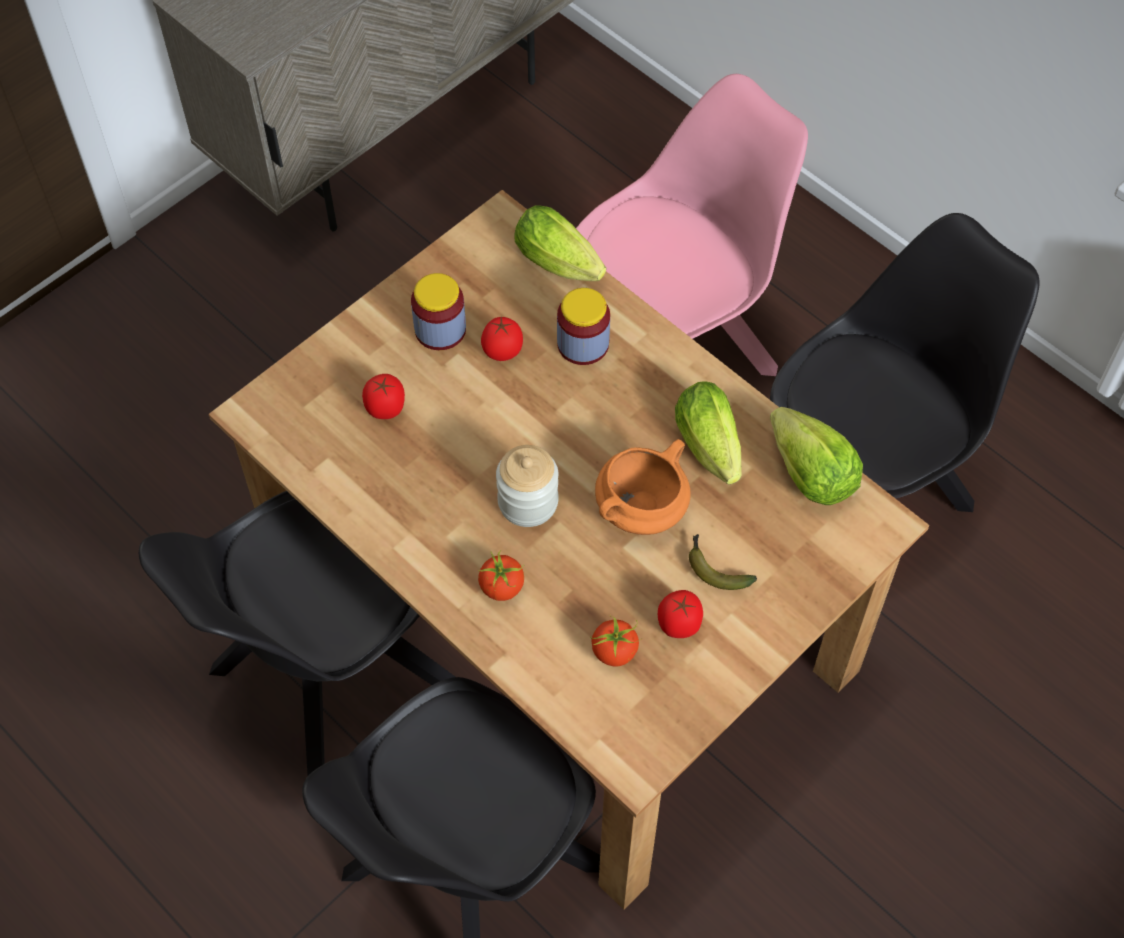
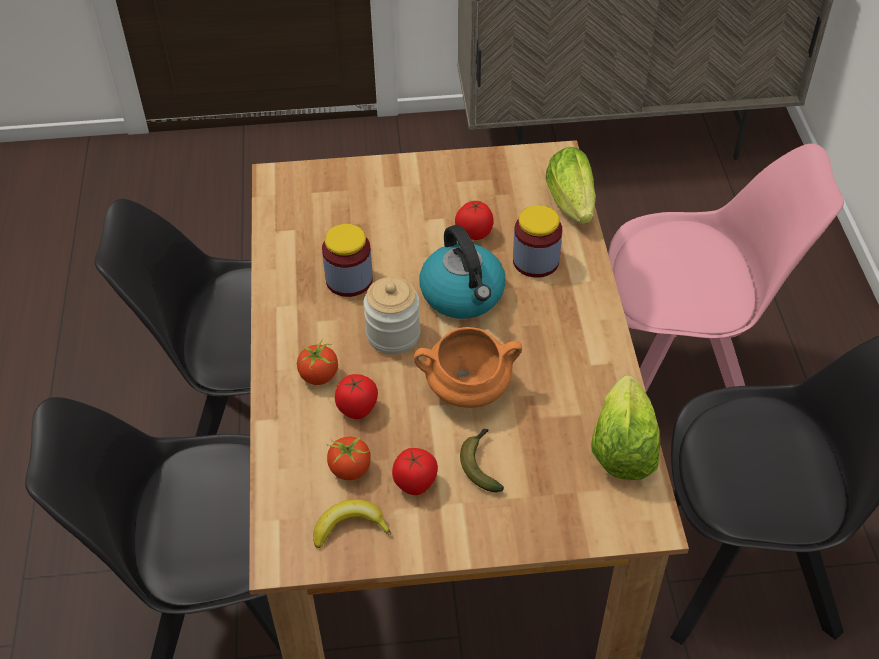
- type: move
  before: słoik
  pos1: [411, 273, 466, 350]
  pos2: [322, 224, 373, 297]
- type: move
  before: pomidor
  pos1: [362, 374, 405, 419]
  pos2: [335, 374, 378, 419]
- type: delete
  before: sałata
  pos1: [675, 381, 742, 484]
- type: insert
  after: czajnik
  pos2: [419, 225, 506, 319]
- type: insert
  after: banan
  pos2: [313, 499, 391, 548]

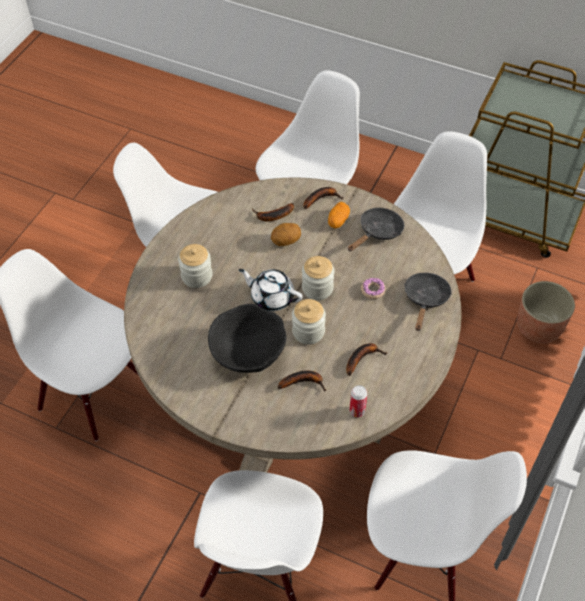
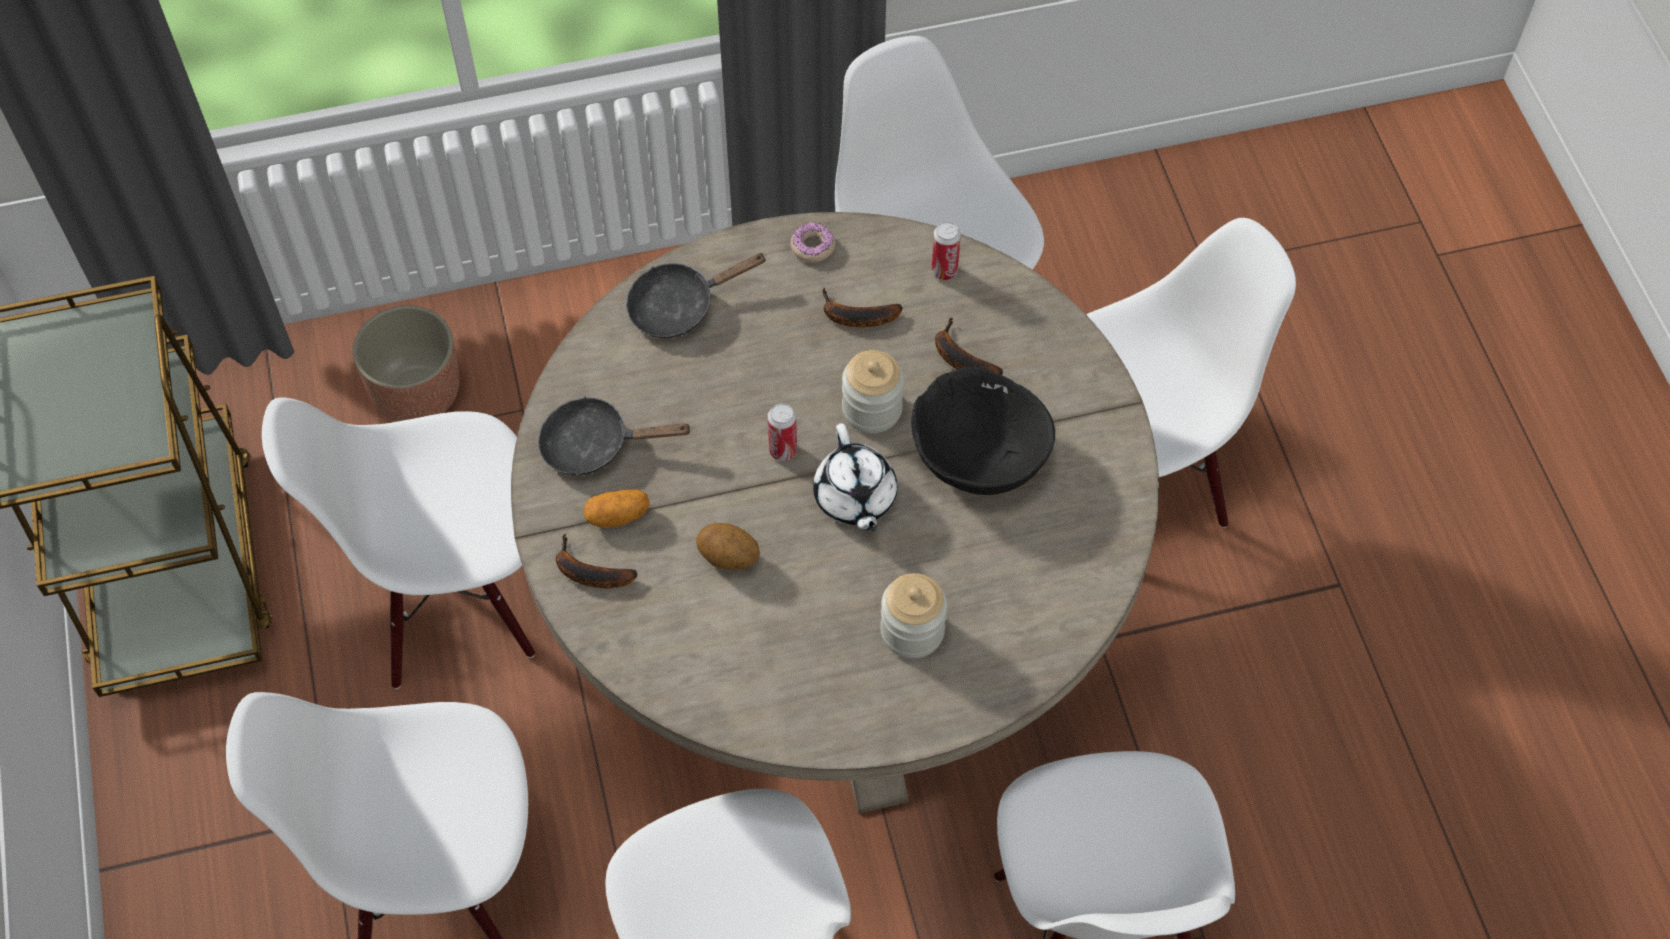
- type: delete
  before: banan
  pos1: [252, 203, 294, 221]
- type: replace
  before: słoik
  after: puszka
  pos1: [302, 256, 334, 300]
  pos2: [768, 403, 797, 461]
- type: move
  before: donut
  pos1: [361, 278, 386, 299]
  pos2: [791, 222, 835, 262]

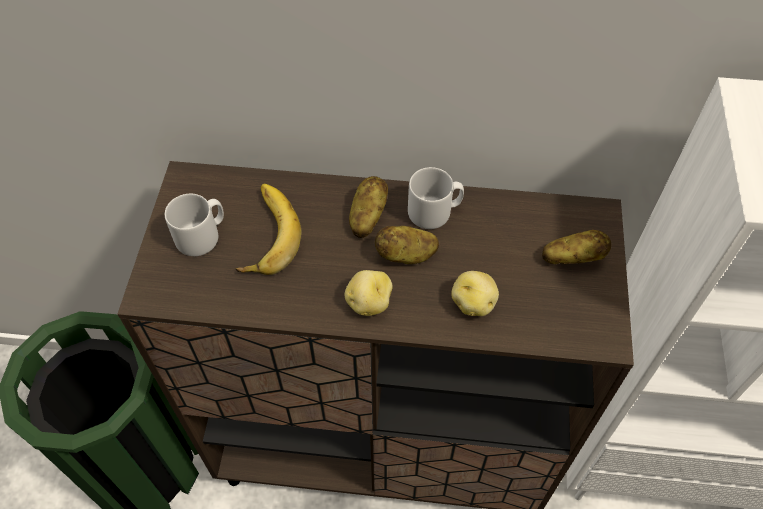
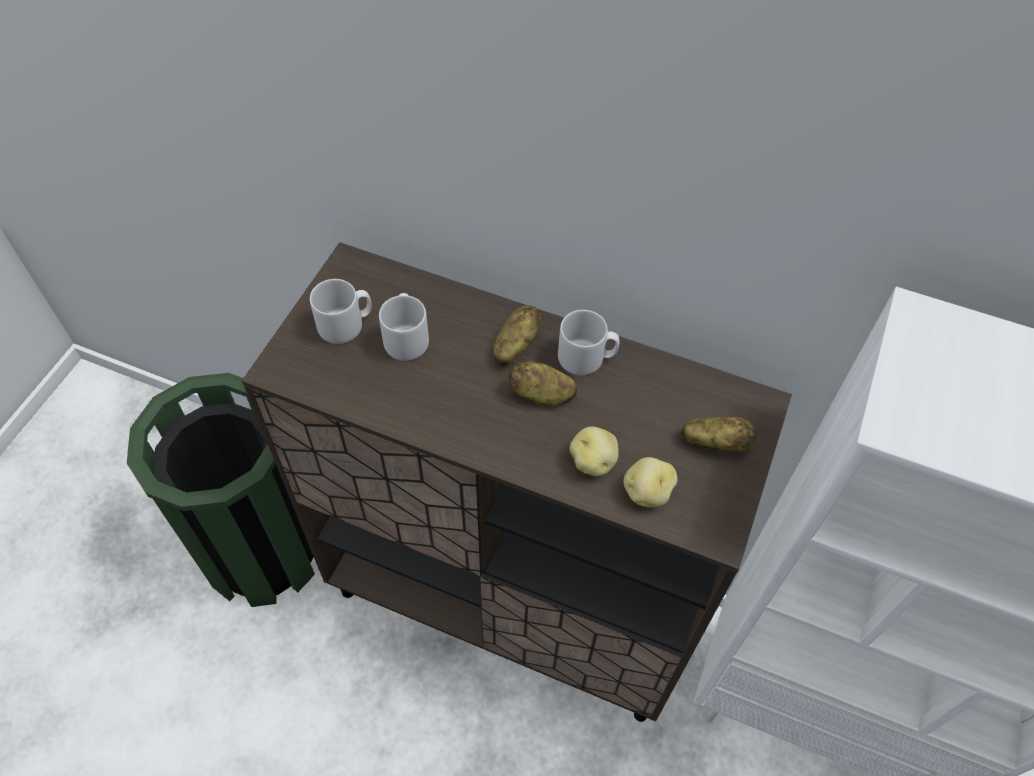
- type: replace
  before: banan
  after: kubek [szary]
  pos1: [235, 184, 302, 275]
  pos2: [379, 293, 429, 361]
- type: move
  before: ziemniak
  pos1: [345, 270, 392, 316]
  pos2: [624, 457, 677, 507]

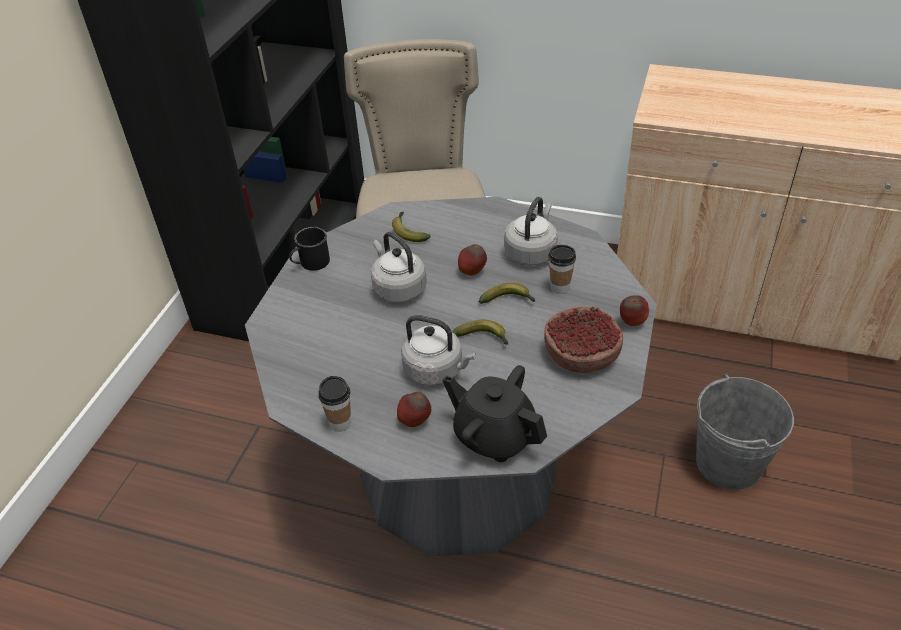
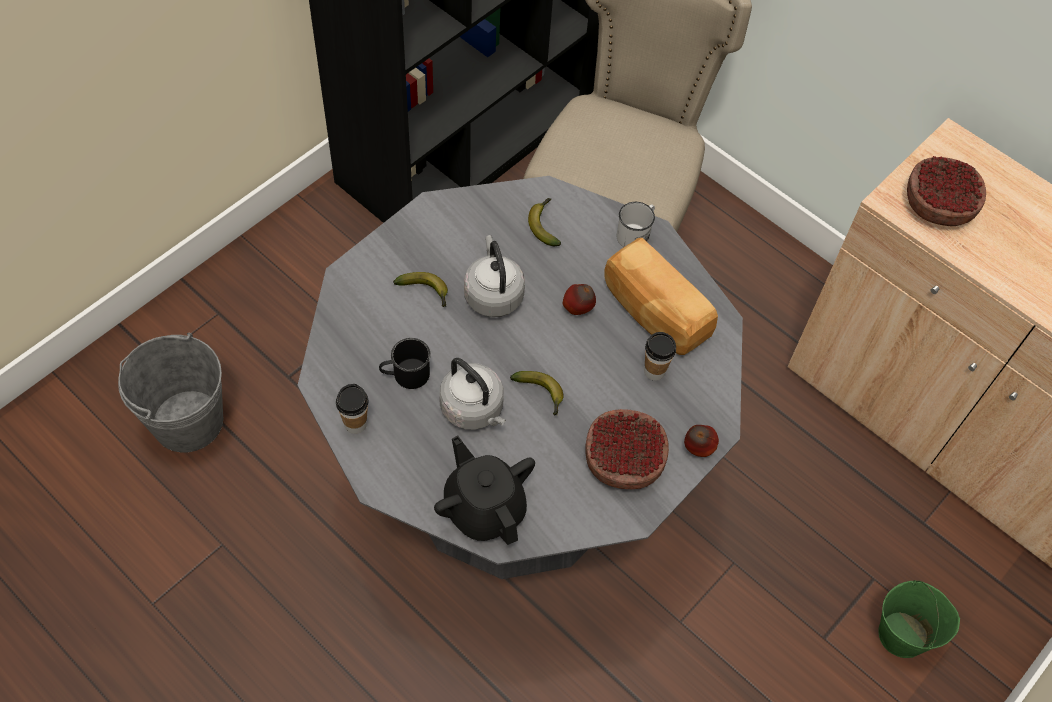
- type: replace
  before: czajnik [szary]
  after: chleb
  pos1: [504, 197, 558, 266]
  pos2: [604, 238, 718, 355]
- type: move
  before: kubek [czarny]
  pos1: [289, 227, 330, 271]
  pos2: [379, 338, 431, 389]
- type: move
  before: banan
  pos1: [479, 283, 535, 304]
  pos2: [393, 272, 448, 307]
- type: move
  before: wiadro [szary]
  pos1: [696, 374, 794, 490]
  pos2: [118, 333, 223, 452]
- type: delete
  before: jabłko
  pos1: [397, 392, 431, 427]
- type: insert
  after: miska
  pos2: [907, 156, 986, 226]
- type: insert
  after: kubek [biały]
  pos2: [617, 202, 655, 247]
- type: insert
  after: wiadro [zielony]
  pos2: [878, 580, 960, 658]

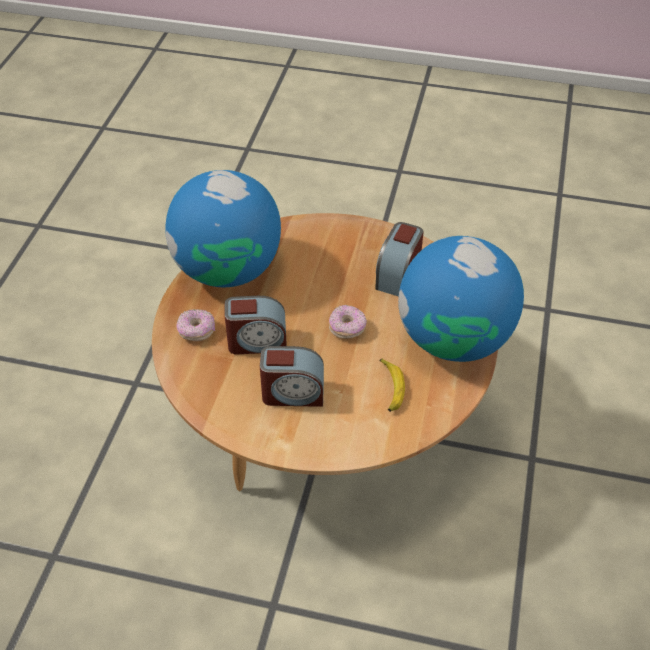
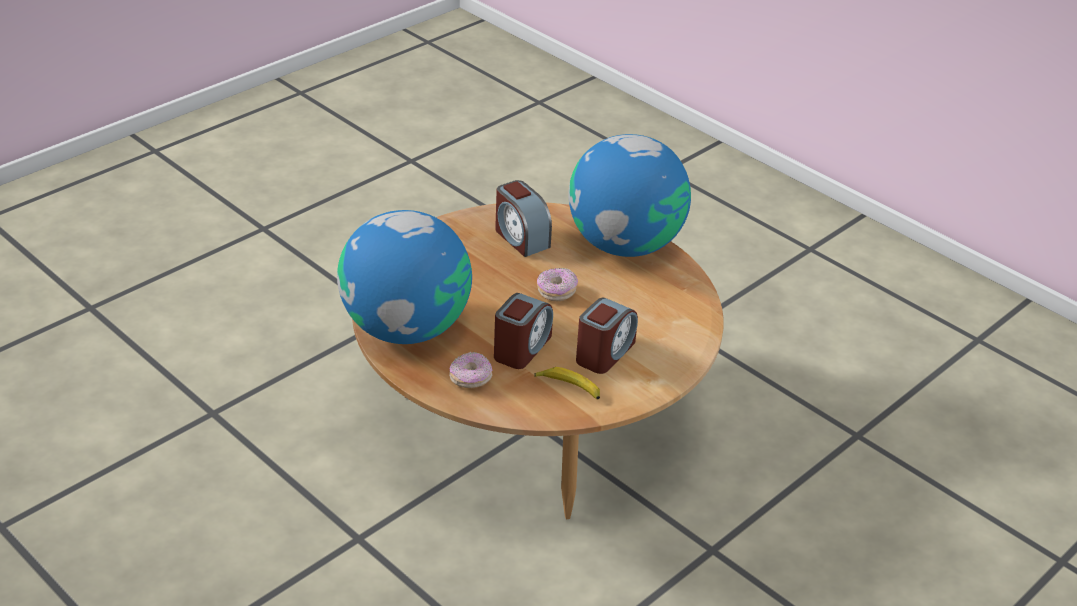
- type: move
  before: banan
  pos1: [380, 359, 405, 412]
  pos2: [534, 367, 600, 400]

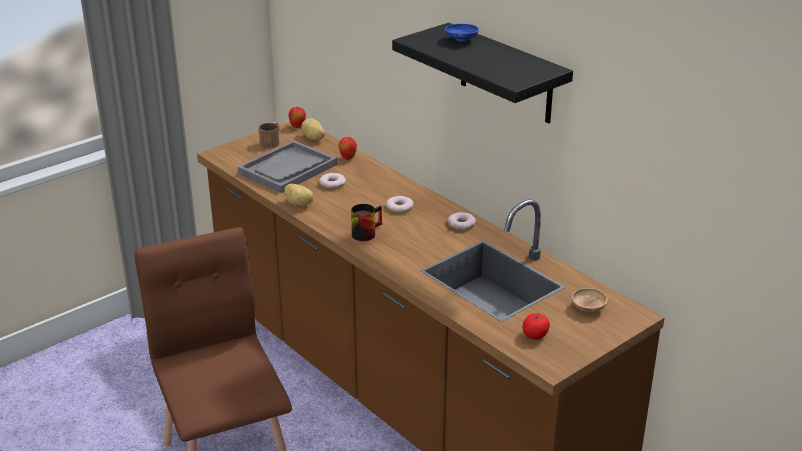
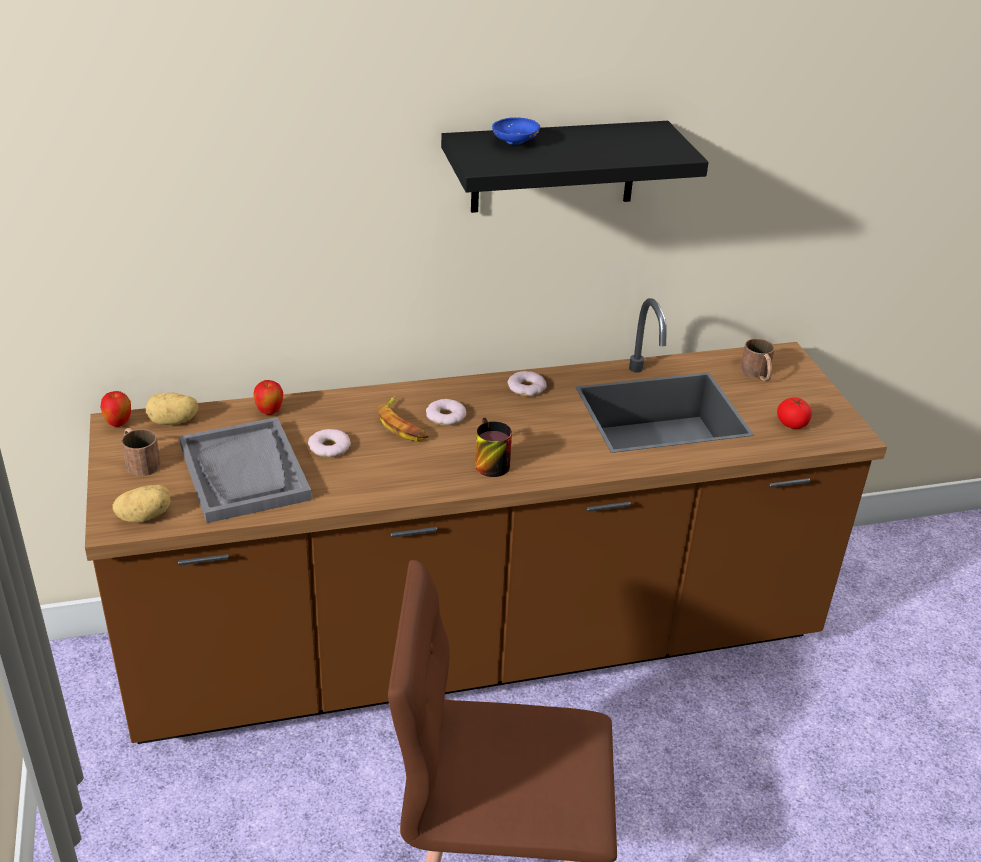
- type: move
  before: ziemniak
  pos1: [284, 184, 314, 206]
  pos2: [112, 485, 170, 522]
- type: replace
  before: miska [brązowy]
  after: kubek [brązowy]
  pos1: [572, 288, 608, 312]
  pos2: [740, 338, 775, 381]
- type: insert
  after: banan
  pos2: [378, 396, 428, 441]

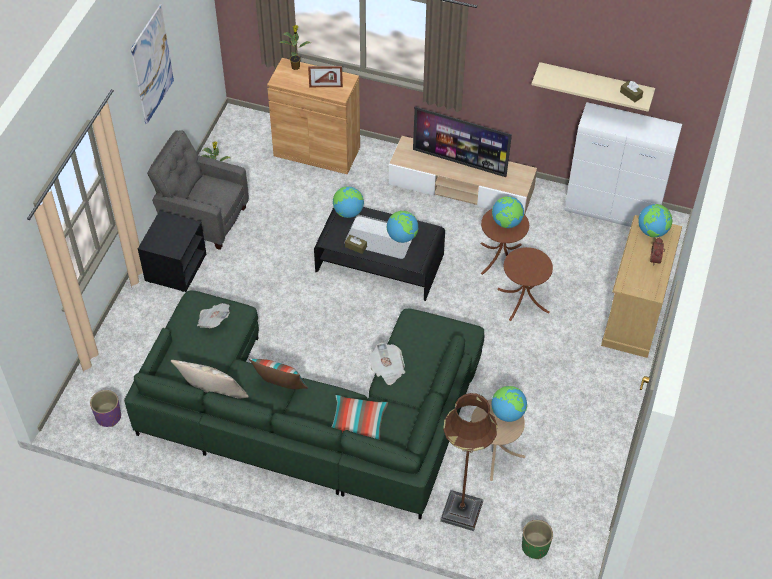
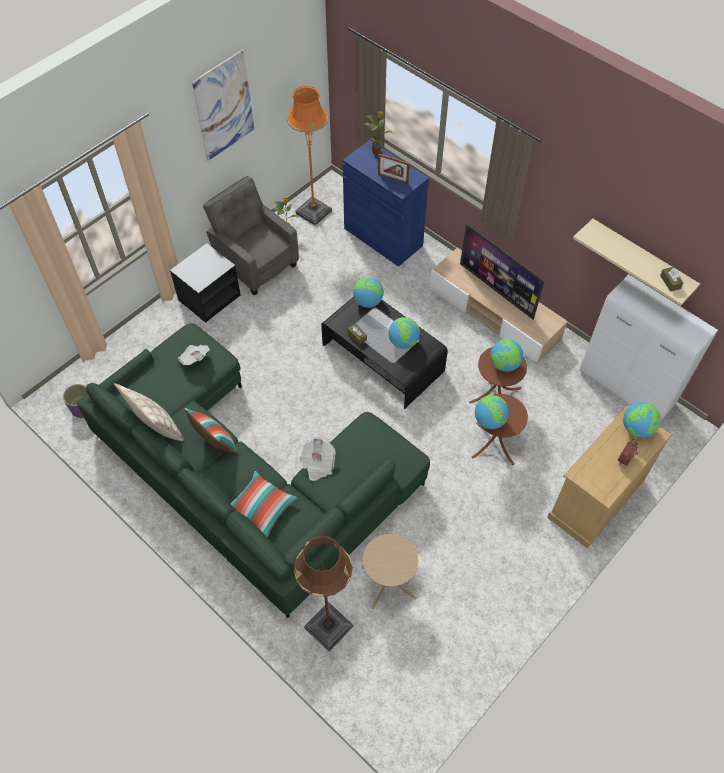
- type: recolor
  before: szafka [brązowy]
  after: szafka [niebieski]
  pos1: [267, 58, 360, 174]
  pos2: [343, 140, 429, 267]
- type: move
  before: globus
  pos1: [491, 386, 527, 422]
  pos2: [475, 395, 509, 429]
- type: delete
  before: donica [zielony]
  pos1: [522, 520, 553, 559]
- type: insert
  after: lampa stojąca [pomarańczowy]
  pos2: [287, 86, 332, 226]

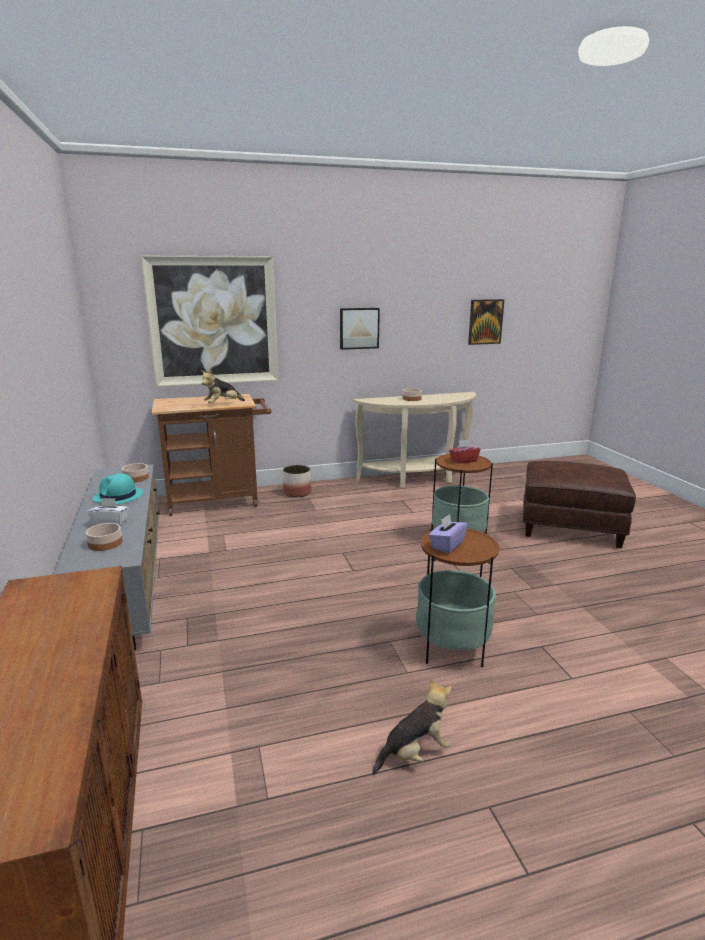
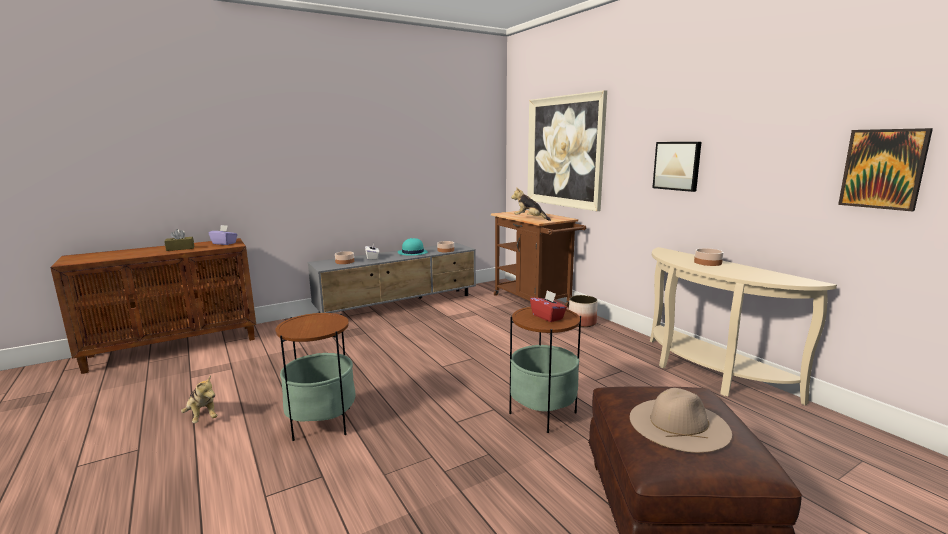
- type: move
  before: pudełko chusteczek [fioletowy]
  pos1: [429, 514, 468, 553]
  pos2: [209, 225, 238, 245]
- type: insert
  after: pudełko chusteczek [brązowy]
  pos2: [164, 229, 194, 251]
- type: insert
  after: kapelusz [beżowy]
  pos2: [630, 388, 732, 453]

